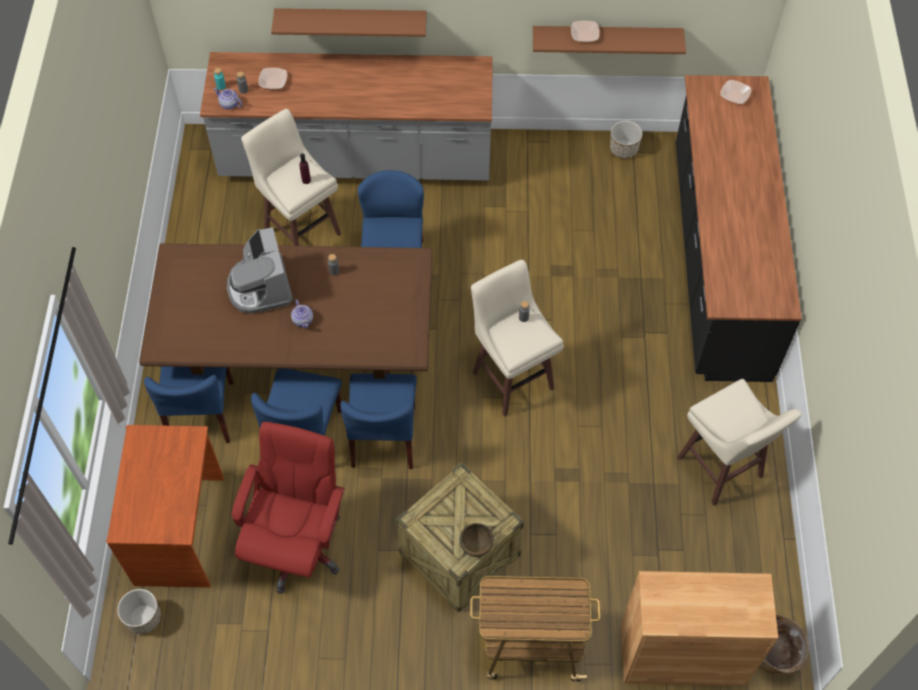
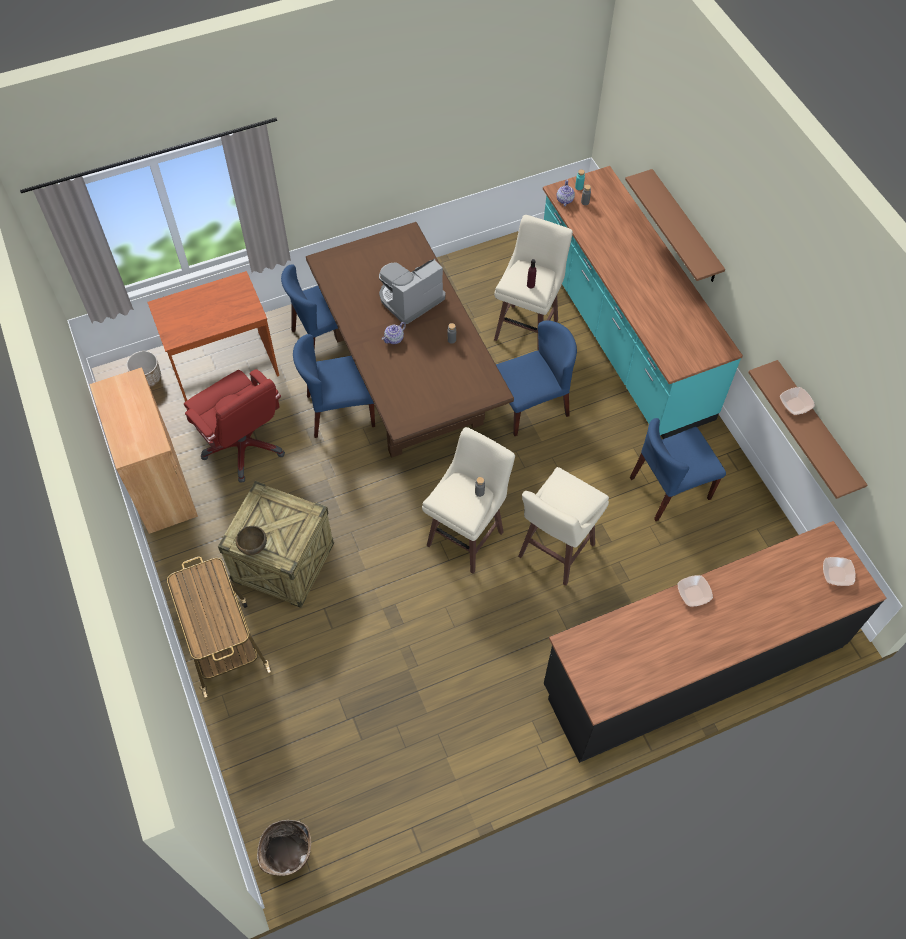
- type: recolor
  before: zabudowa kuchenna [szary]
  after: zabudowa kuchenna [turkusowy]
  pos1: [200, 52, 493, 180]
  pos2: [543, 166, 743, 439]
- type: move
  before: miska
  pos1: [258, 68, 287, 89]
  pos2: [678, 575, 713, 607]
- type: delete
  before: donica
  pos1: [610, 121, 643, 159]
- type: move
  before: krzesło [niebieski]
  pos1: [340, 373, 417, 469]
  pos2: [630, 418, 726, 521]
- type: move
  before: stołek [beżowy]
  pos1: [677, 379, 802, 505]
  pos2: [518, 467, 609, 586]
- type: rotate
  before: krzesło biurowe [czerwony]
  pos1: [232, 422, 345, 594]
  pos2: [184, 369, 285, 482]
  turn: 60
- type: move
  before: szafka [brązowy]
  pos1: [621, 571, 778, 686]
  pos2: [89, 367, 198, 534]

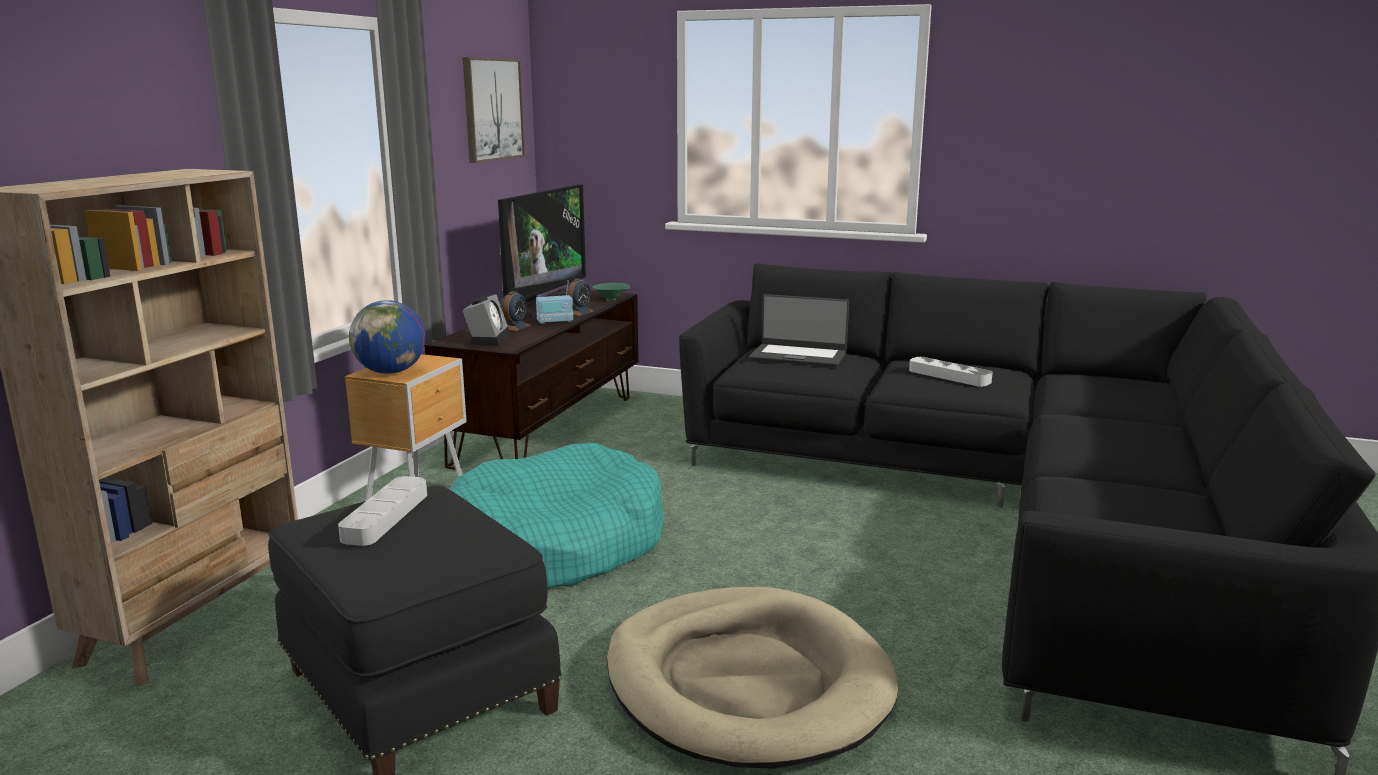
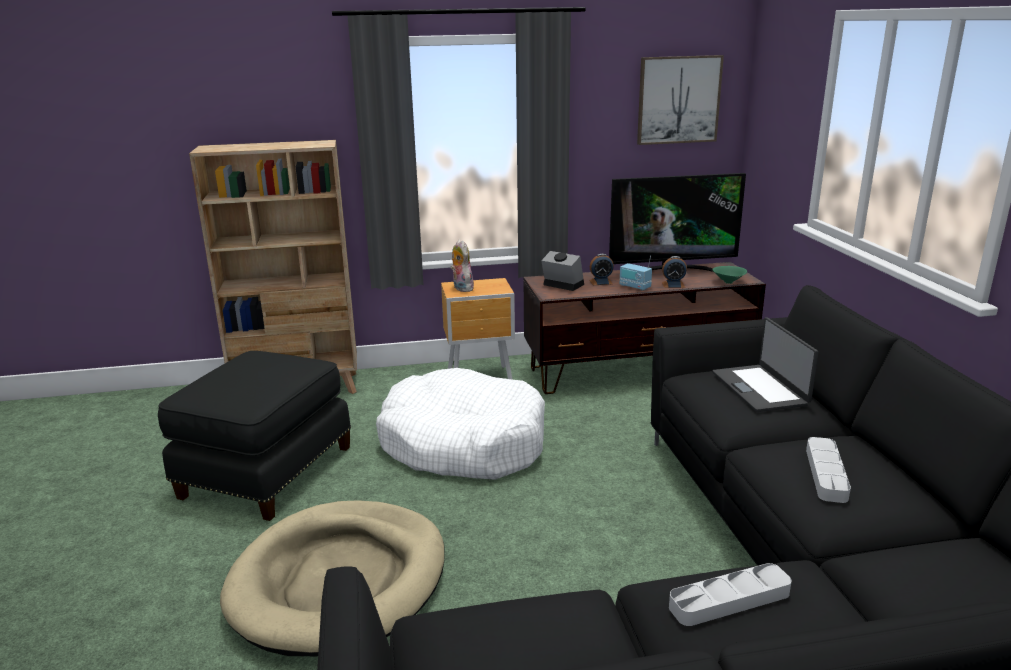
- type: rotate
  before: budzik
  pos1: [463, 294, 511, 346]
  pos2: [541, 251, 584, 291]
  turn: -120
- type: replace
  before: globus
  after: pluszak
  pos1: [349, 300, 425, 374]
  pos2: [450, 239, 474, 292]
- type: recolor
  before: legowisko [turkusowy]
  after: legowisko [biały]
  pos1: [450, 443, 664, 588]
  pos2: [376, 368, 545, 480]
- type: move
  before: taca [szary]
  pos1: [338, 476, 427, 546]
  pos2: [669, 563, 792, 626]

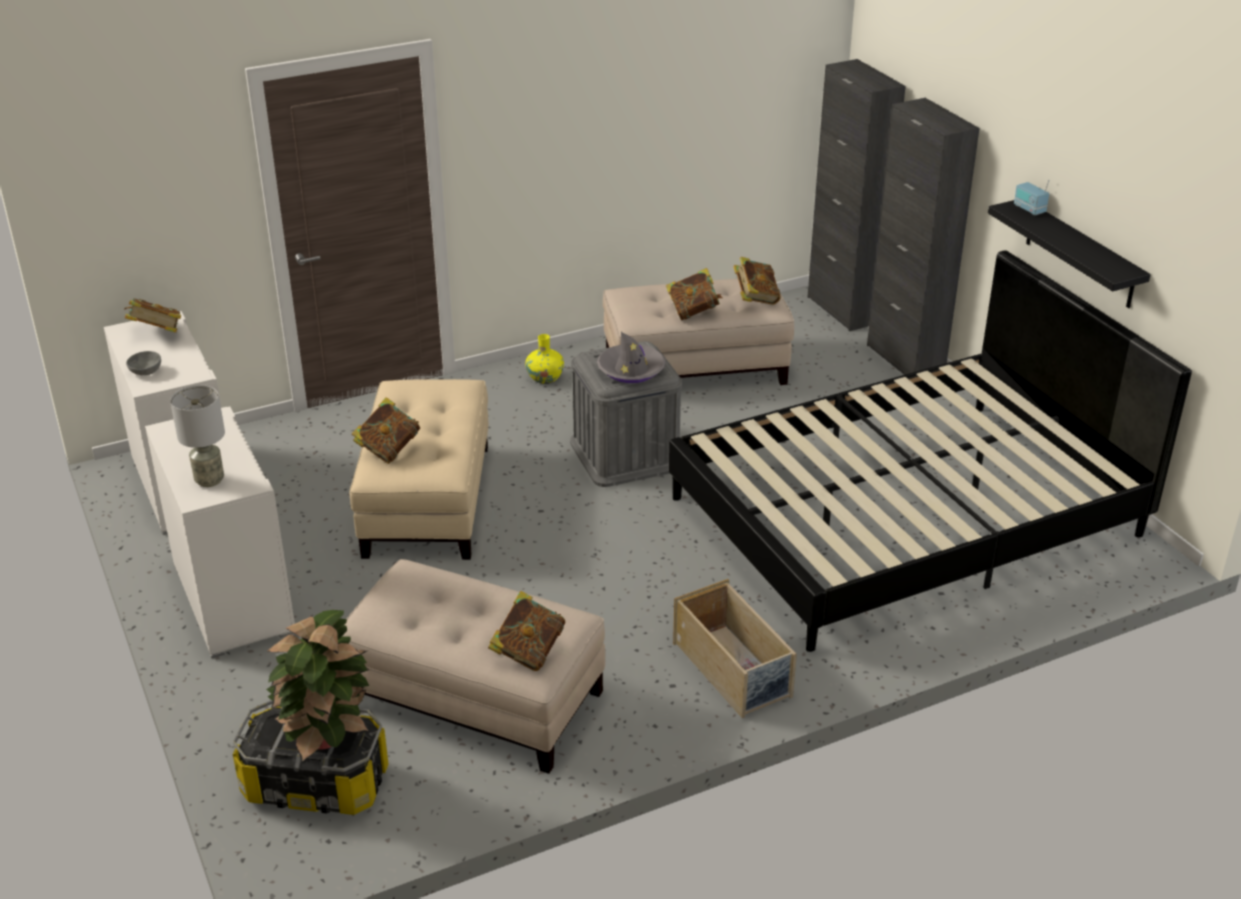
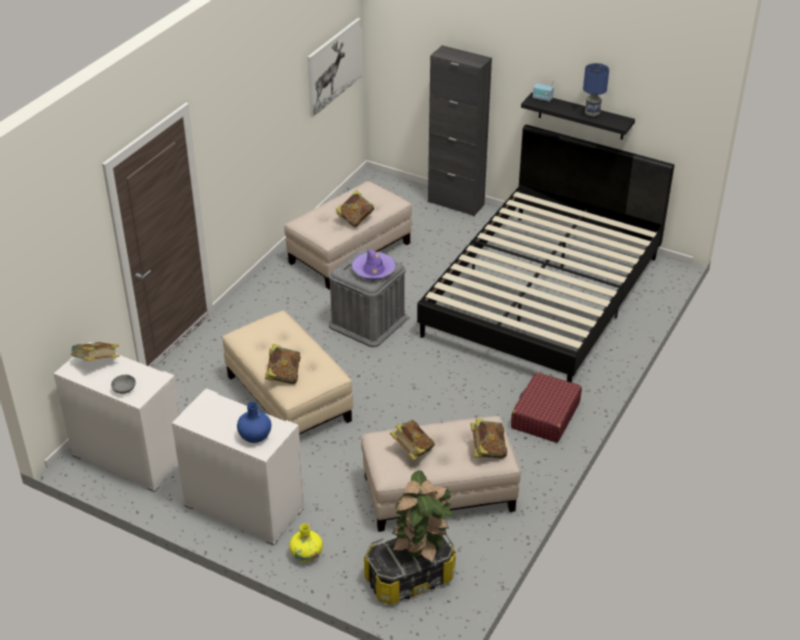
- type: delete
  before: szafka [czarny]
  pos1: [808, 59, 906, 331]
- type: move
  before: książka
  pos1: [733, 257, 781, 305]
  pos2: [390, 419, 435, 461]
- type: recolor
  before: kapelusz [szary]
  after: kapelusz [fioletowy]
  pos1: [597, 332, 666, 383]
  pos2: [352, 249, 396, 280]
- type: move
  before: wazon [żółty]
  pos1: [525, 334, 564, 384]
  pos2: [289, 524, 323, 562]
- type: replace
  before: lampa stołowa [szary]
  after: wazon [niebieski]
  pos1: [170, 385, 225, 487]
  pos2: [237, 402, 271, 443]
- type: replace
  before: pojemnik do przechowywania [beżowy]
  after: walizka [czerwony]
  pos1: [673, 579, 797, 718]
  pos2: [511, 372, 582, 443]
- type: insert
  after: obraz
  pos2: [307, 18, 362, 117]
- type: insert
  after: lampa stołowa [niebieski]
  pos2: [583, 63, 609, 117]

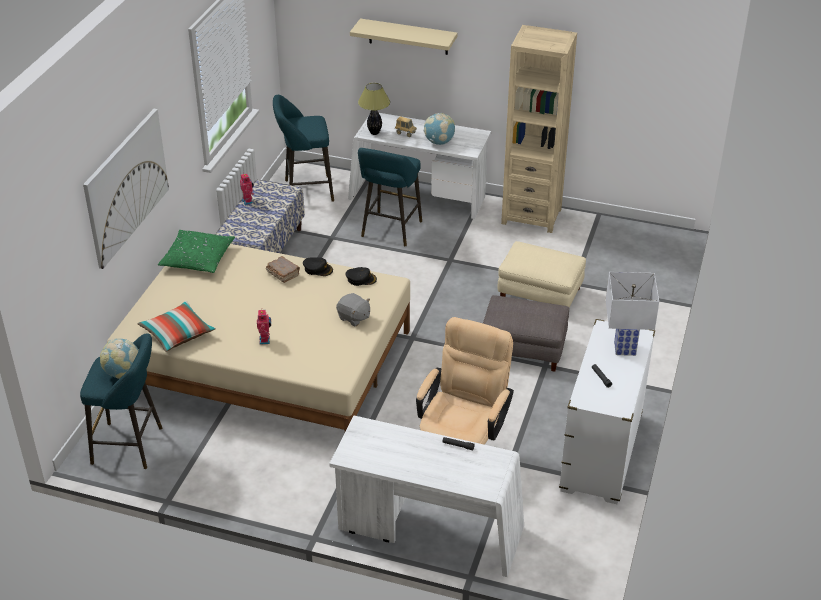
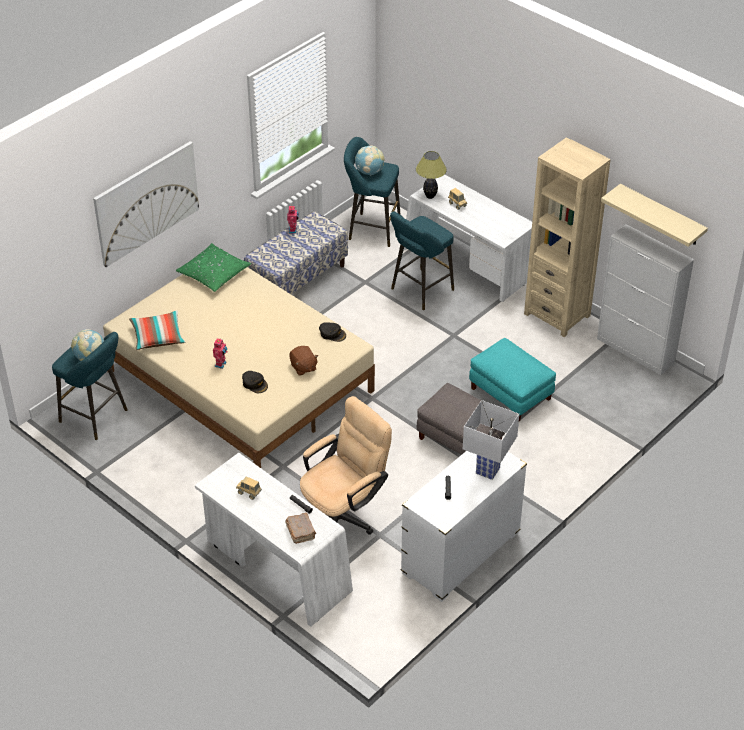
- type: move
  before: półka [beżowy]
  pos1: [350, 18, 458, 55]
  pos2: [601, 184, 708, 247]
- type: move
  before: globus
  pos1: [423, 113, 455, 145]
  pos2: [355, 145, 384, 176]
- type: recolor
  before: pufa [beżowy]
  after: pufa [turkusowy]
  pos1: [498, 241, 586, 307]
  pos2: [469, 338, 556, 421]
- type: move
  before: książka [brązowy]
  pos1: [266, 256, 300, 283]
  pos2: [285, 513, 316, 544]
- type: move
  before: czapka z daszkiem [czarny]
  pos1: [303, 257, 333, 276]
  pos2: [242, 371, 268, 393]
- type: recolor
  before: pluszak [szary]
  after: pluszak [brązowy]
  pos1: [336, 293, 370, 326]
  pos2: [289, 346, 318, 376]
- type: insert
  after: szafka [biały]
  pos2: [597, 224, 694, 375]
- type: insert
  after: ciężarówka zabawkowa
  pos2: [236, 476, 262, 500]

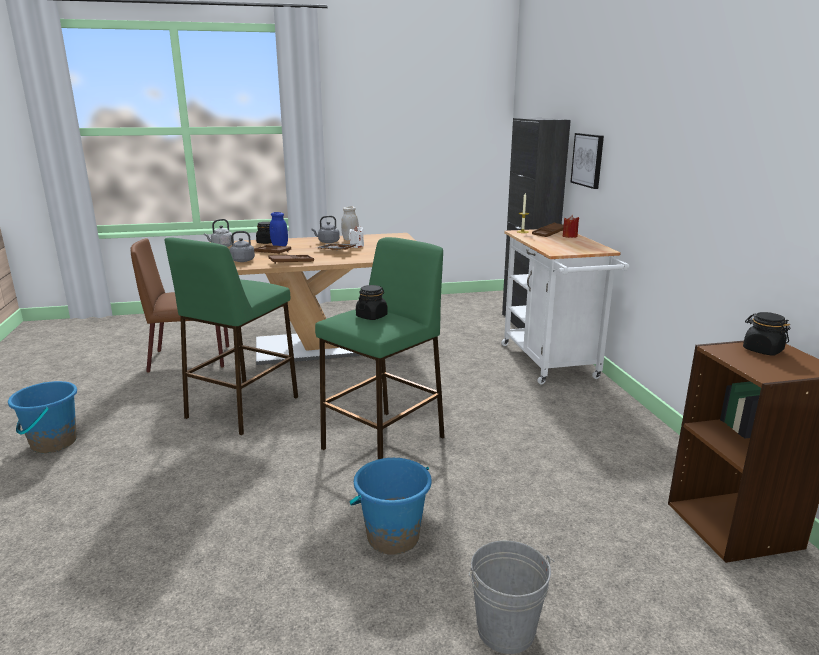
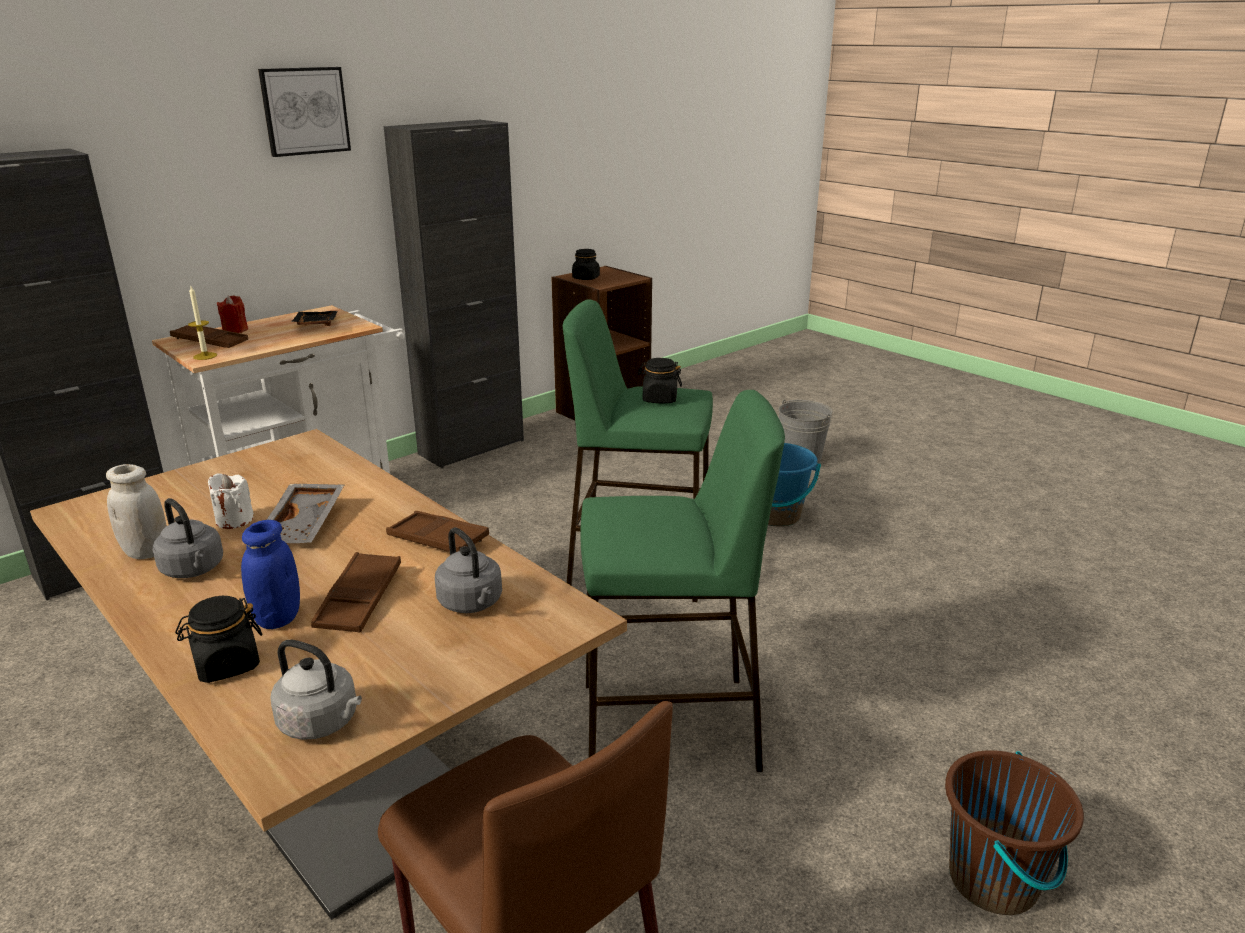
- type: move
  before: obraz
  pos1: [570, 133, 604, 189]
  pos2: [258, 67, 351, 157]
- type: recolor
  before: wiadro [niebieski]
  after: wiadro [brązowy]
  pos1: [8, 381, 77, 453]
  pos2: [945, 750, 1084, 915]
- type: insert
  after: szafka [czarny]
  pos2: [384, 120, 524, 468]
- type: insert
  after: taca [czarny]
  pos2: [291, 311, 338, 326]

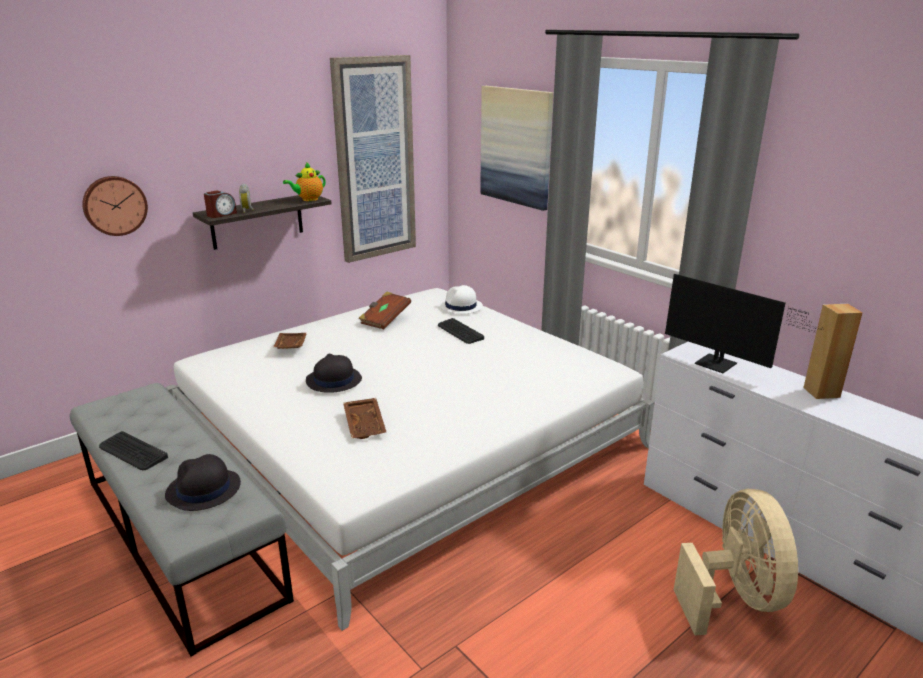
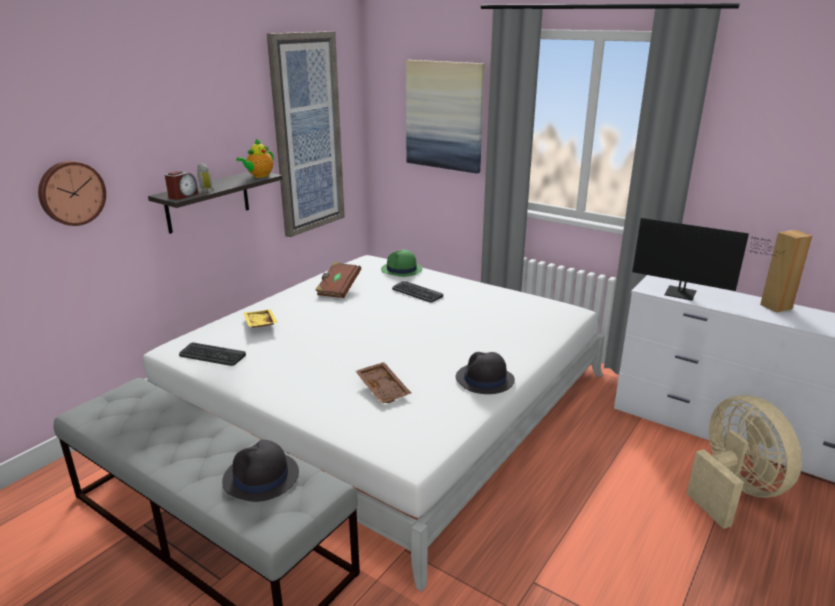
- type: recolor
  before: kapelusz [biały]
  after: kapelusz [zielony]
  pos1: [439, 285, 483, 314]
  pos2: [381, 249, 422, 277]
- type: recolor
  before: taca [brązowy]
  after: taca [żółty]
  pos1: [273, 333, 307, 349]
  pos2: [244, 309, 278, 328]
- type: move
  before: kapelusz [czarny]
  pos1: [306, 354, 362, 393]
  pos2: [455, 352, 515, 394]
- type: move
  before: klawiatura
  pos1: [99, 431, 168, 470]
  pos2: [179, 342, 246, 366]

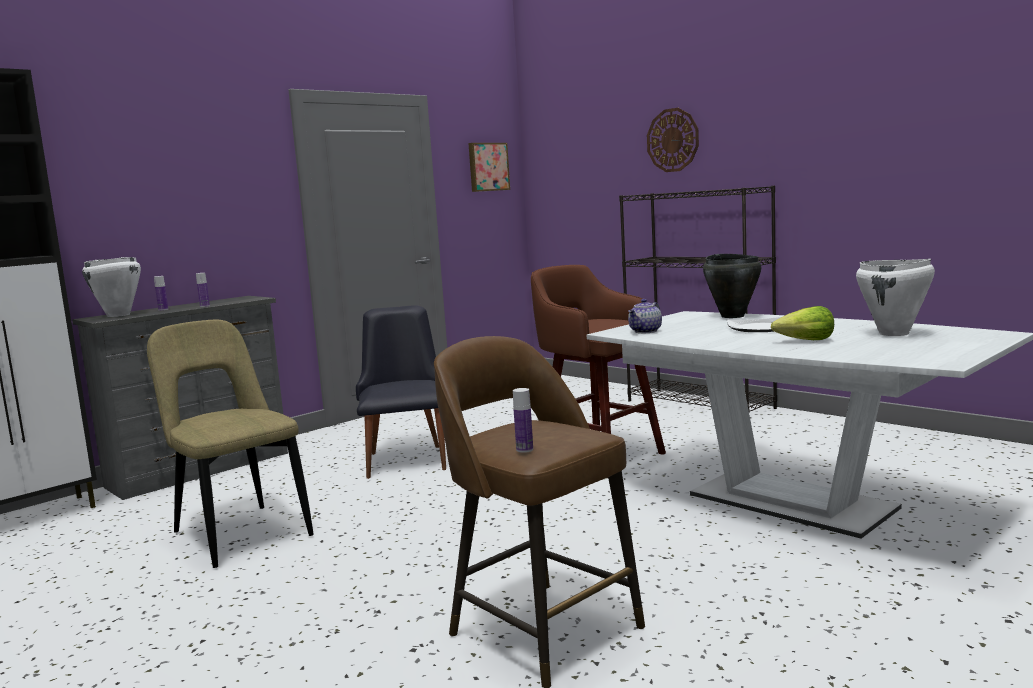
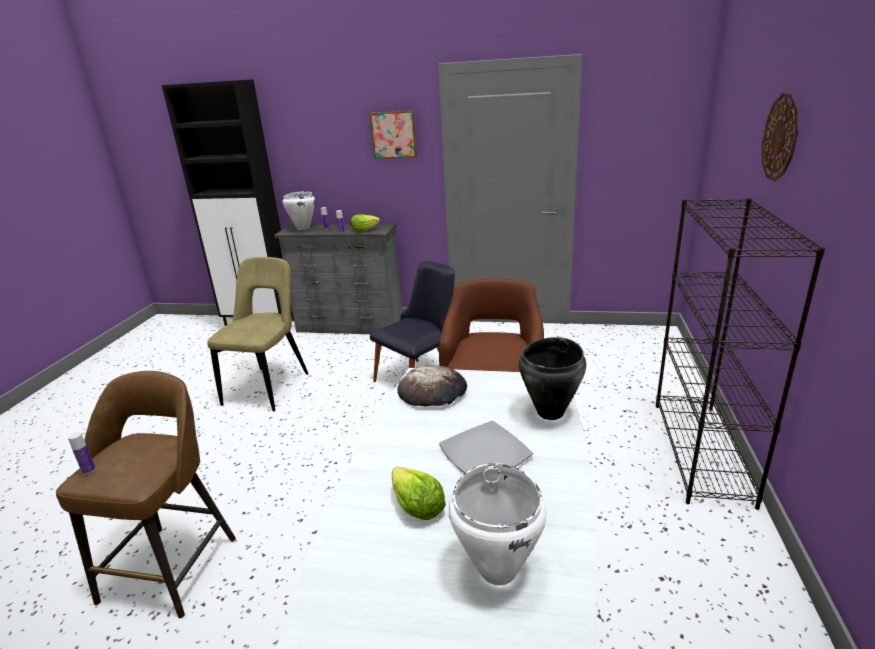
- type: move
  before: obraz
  pos1: [468, 143, 510, 192]
  pos2: [370, 110, 417, 159]
- type: replace
  before: imbryk
  after: chleb
  pos1: [628, 299, 662, 333]
  pos2: [397, 365, 467, 406]
- type: insert
  after: sałata
  pos2: [351, 215, 380, 232]

